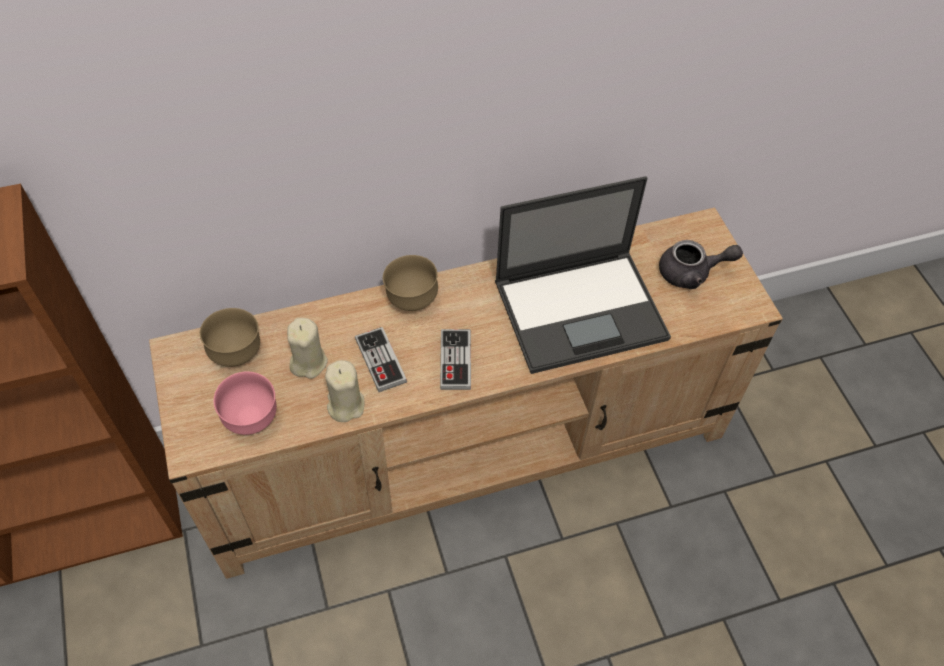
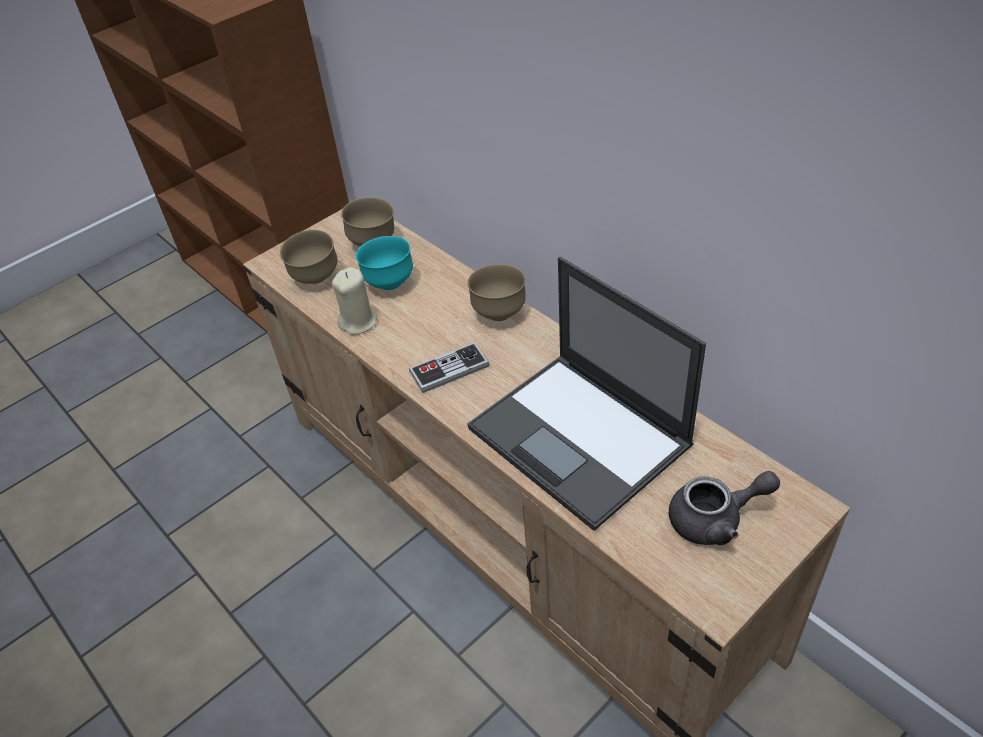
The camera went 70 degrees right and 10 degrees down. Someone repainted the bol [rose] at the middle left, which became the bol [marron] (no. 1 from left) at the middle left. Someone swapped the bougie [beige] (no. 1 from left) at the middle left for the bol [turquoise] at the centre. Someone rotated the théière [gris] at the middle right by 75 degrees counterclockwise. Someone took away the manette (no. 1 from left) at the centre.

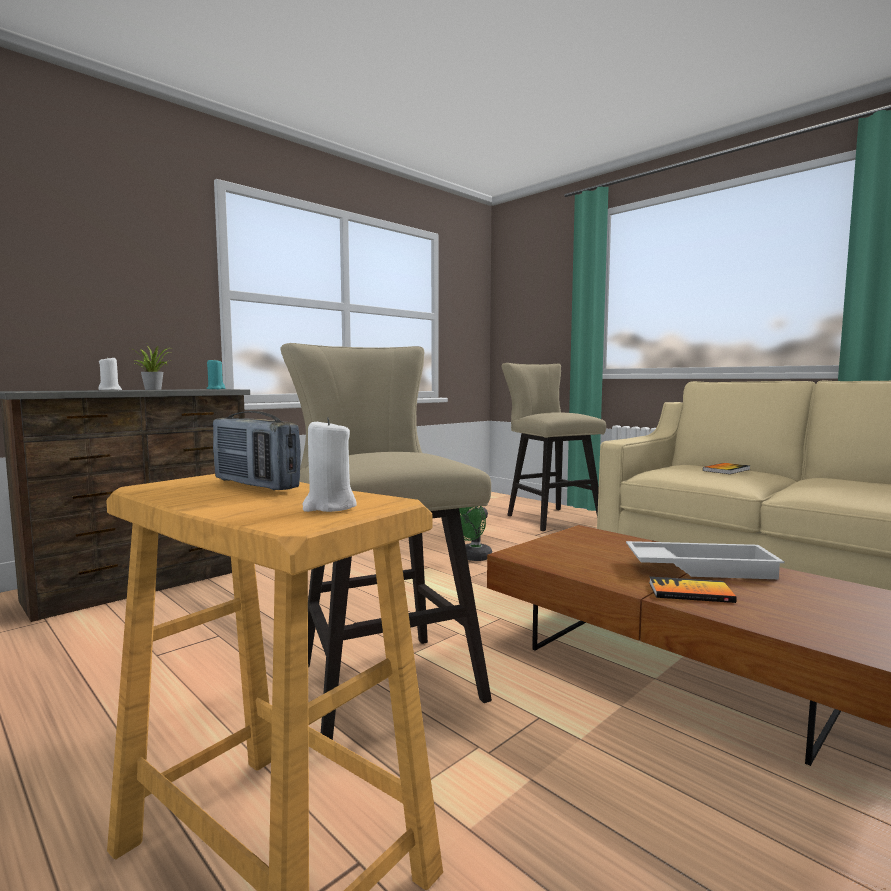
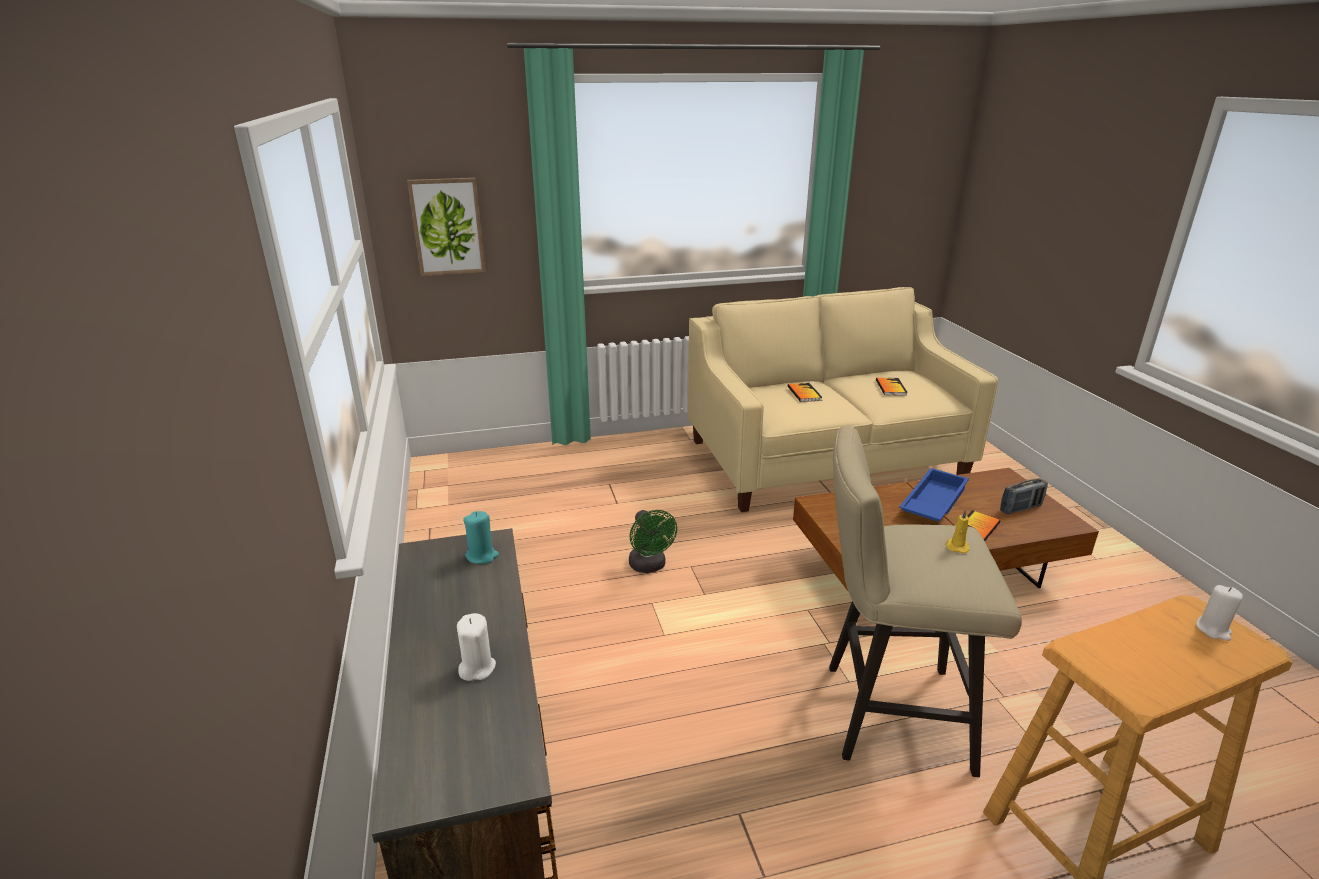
The camera went 60 degrees left and 20 degrees up. Someone put up the tableau at the top centre. Someone put down the livre (no. 2 from left) at the middle right. Someone repainted the plateau [blanc] at the middle right, which became the plateau [bleu] at the middle right. Someone put down the bougie [jaune] at the middle right. Someone carried the radio from the middle left to the middle right. Someone took away the plante en pot at the middle left. Someone took away the tabouret [beige] (no. 3 from left) at the centre.

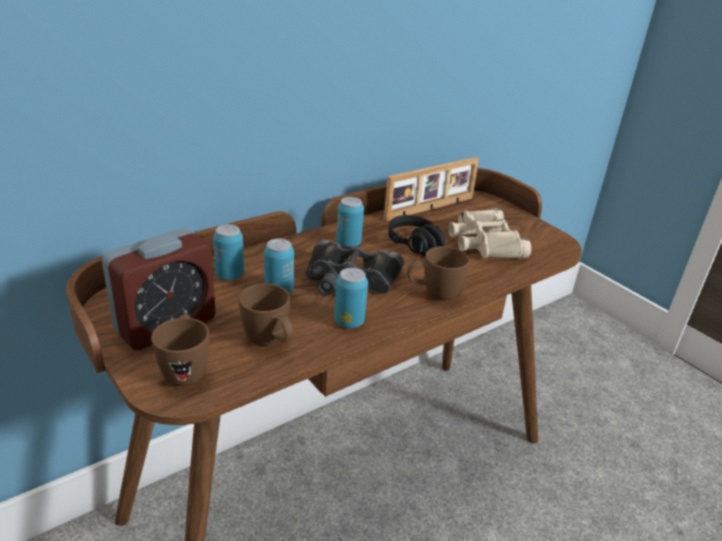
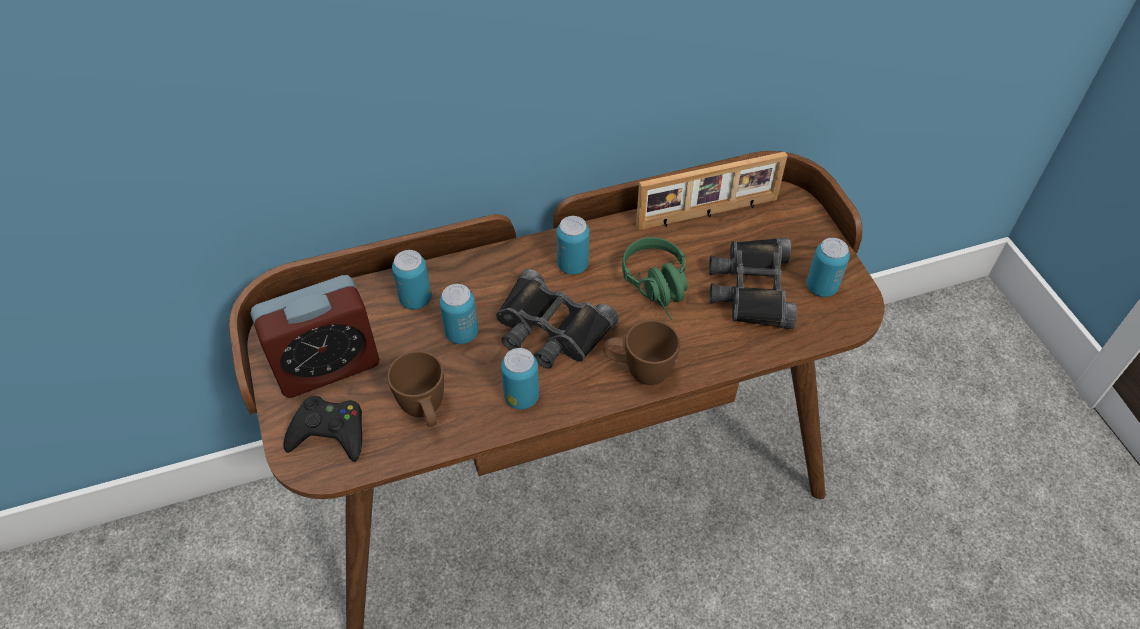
The camera went 20 degrees right and 20 degrees up. Someone swapped the mug [marron] (no. 1 from left) at the middle left for the manette [noir] at the bottom left. Someone repainted the casque audio [noir] at the centre, which became the casque audio [vert] at the centre. Someone repainted the jumelles [beige] at the middle right, which became the jumelles [noir] (no. 2 from left) at the centre. Someone put down the boîte métallique (no. 5 from left) at the middle right.

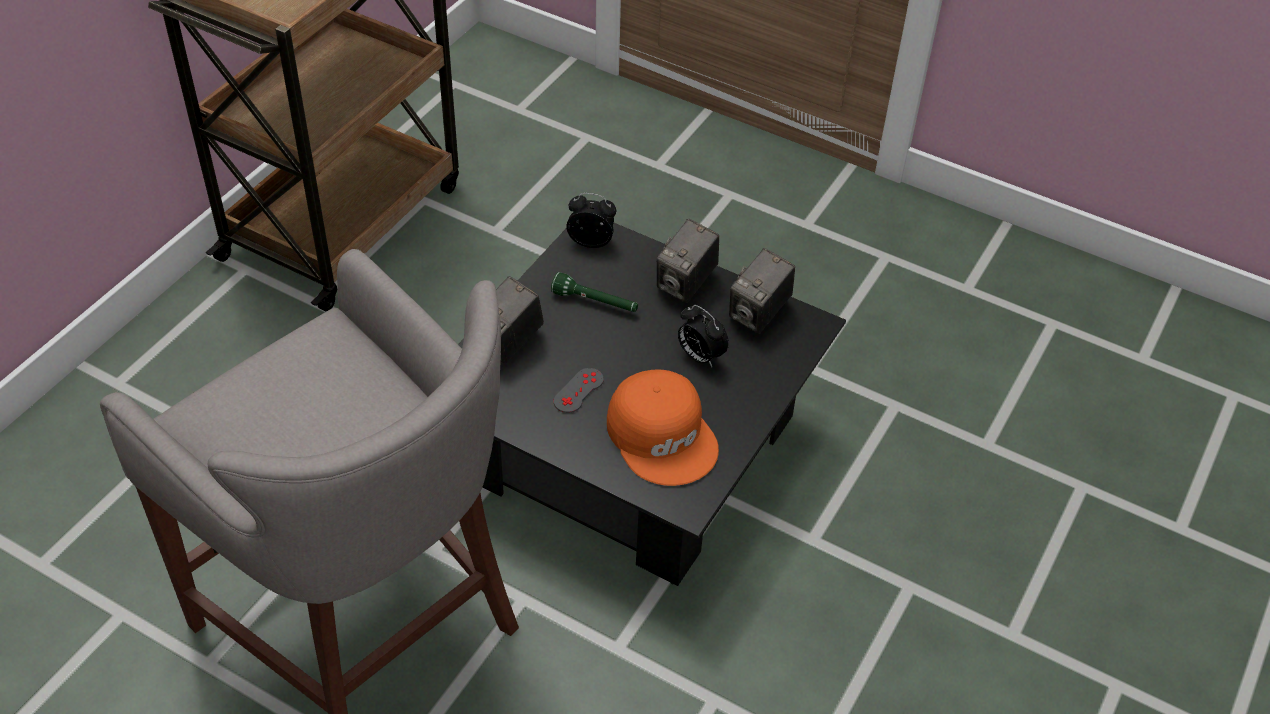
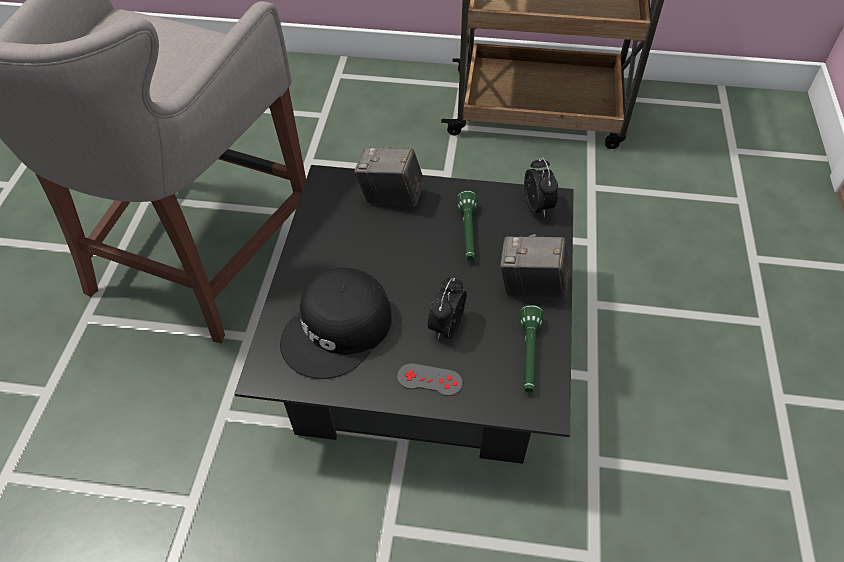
The camera went 70 degrees right and 5 degrees up. Someone repainted the casquette [orange] at the centre, which became the casquette [noir] at the centre. Someone carried the manette [gris] from the centre to the bottom centre. Someone swapped the appareil photo (no. 3 from left) at the centre for the lampe de poche [vert] (no. 2 from left) at the centre.

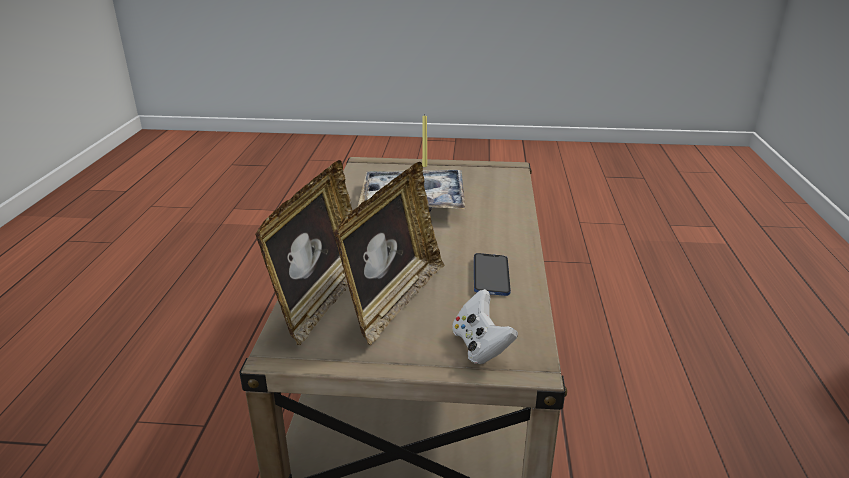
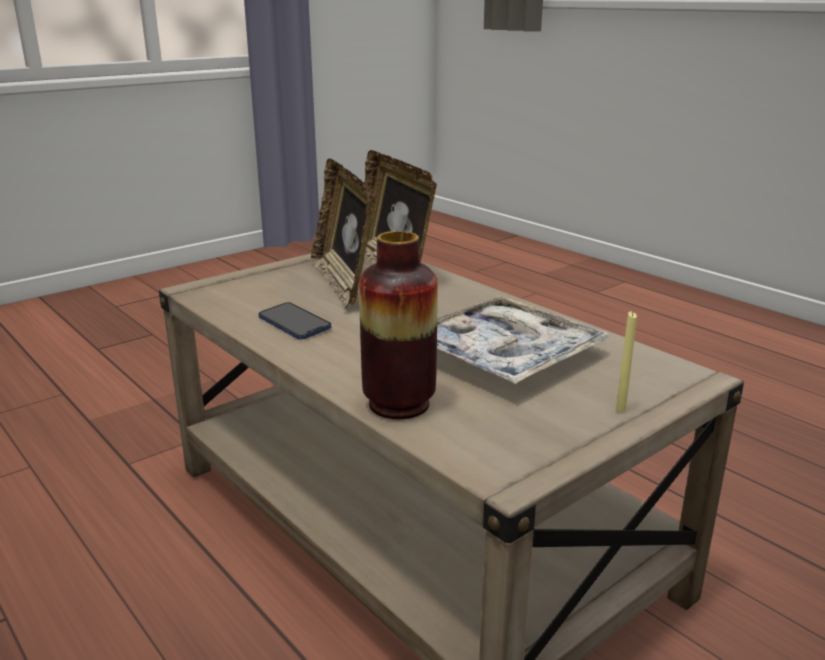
The camera went 135 degrees right and 5 degrees down. Someone put down the vase at the centre. Someone took away the manette [blanc] at the bottom centre.

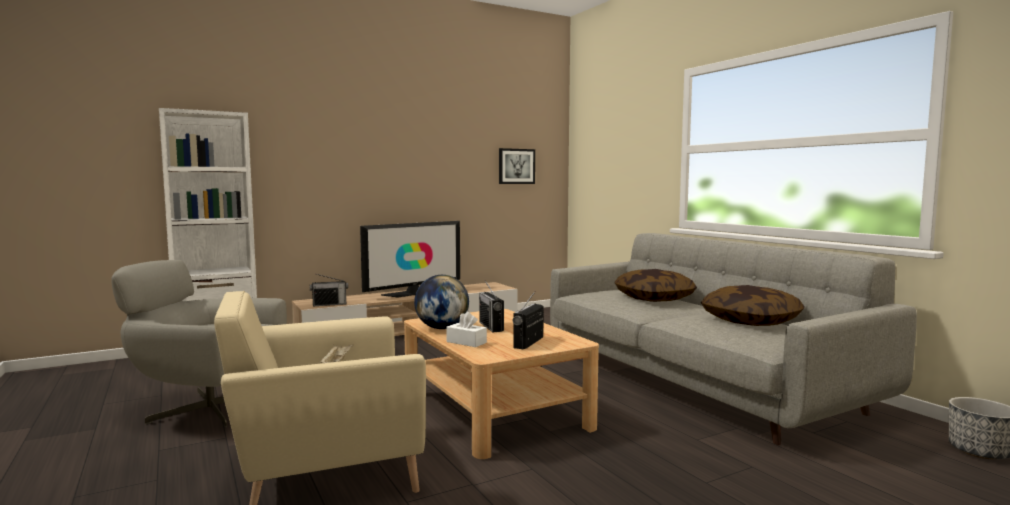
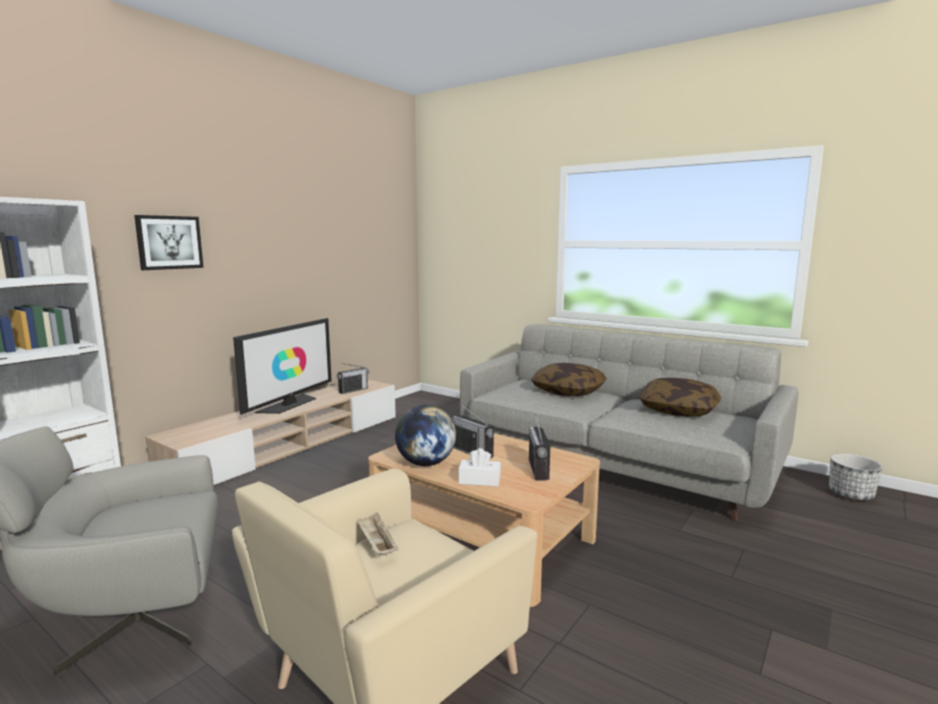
The camera went 25 degrees left and 5 degrees up. Someone carried the tableau from the top centre to the middle left. Someone carried the radio (no. 1 from left) from the middle left to the centre.

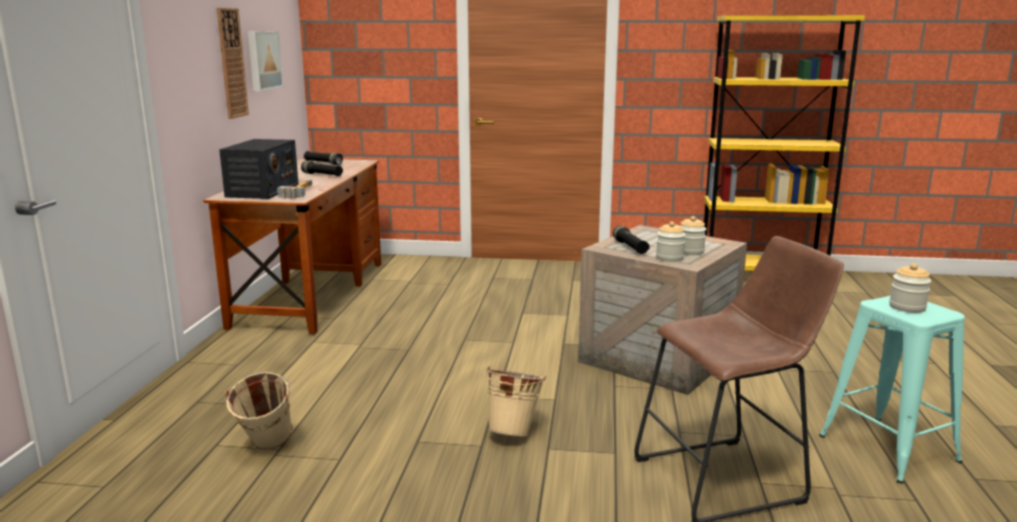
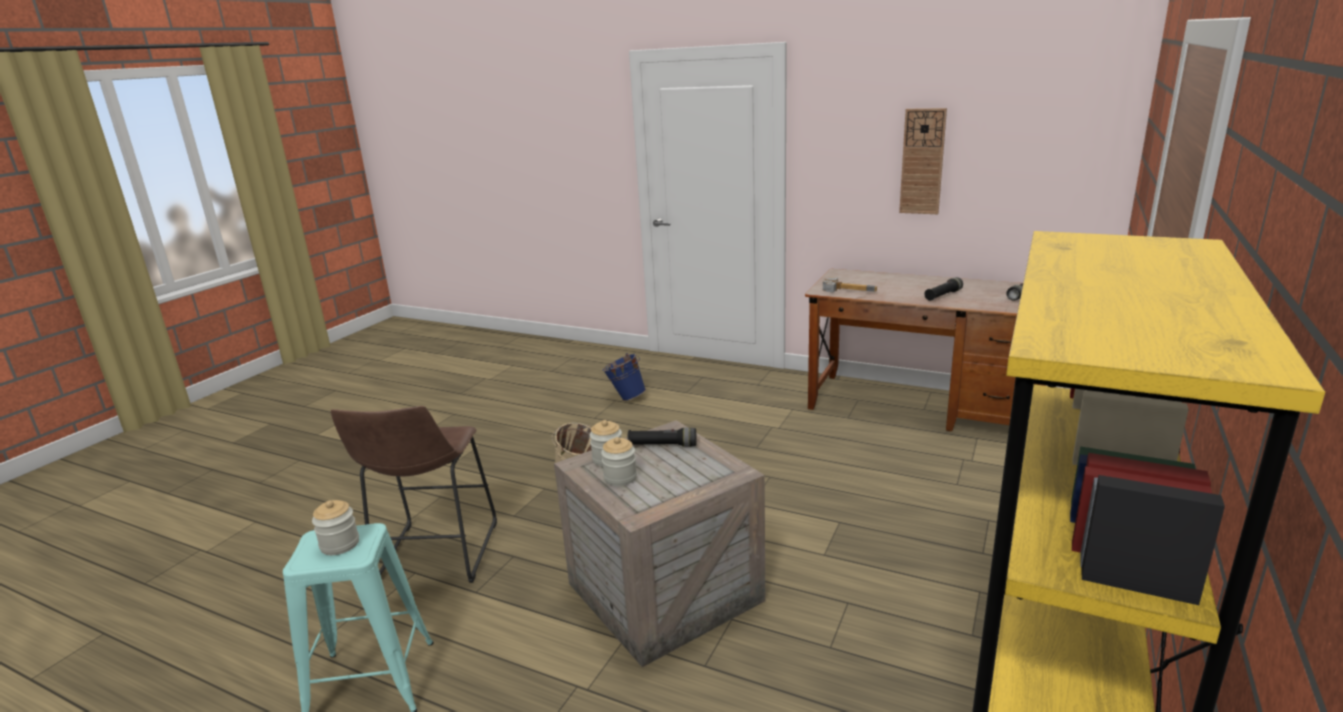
The camera went 110 degrees right and 5 degrees up. Someone repainted the seau [beige] (no. 1 from left) at the bottom left, which became the seau [bleu] at the centre. Someone took away the radio at the top left. Someone took away the tableau at the top left.

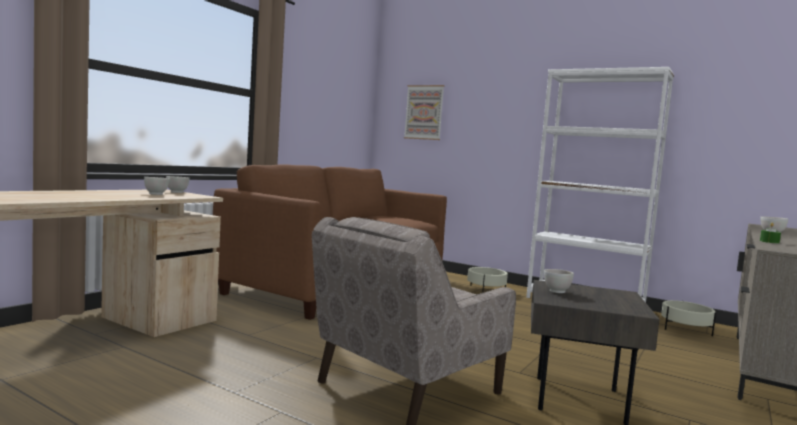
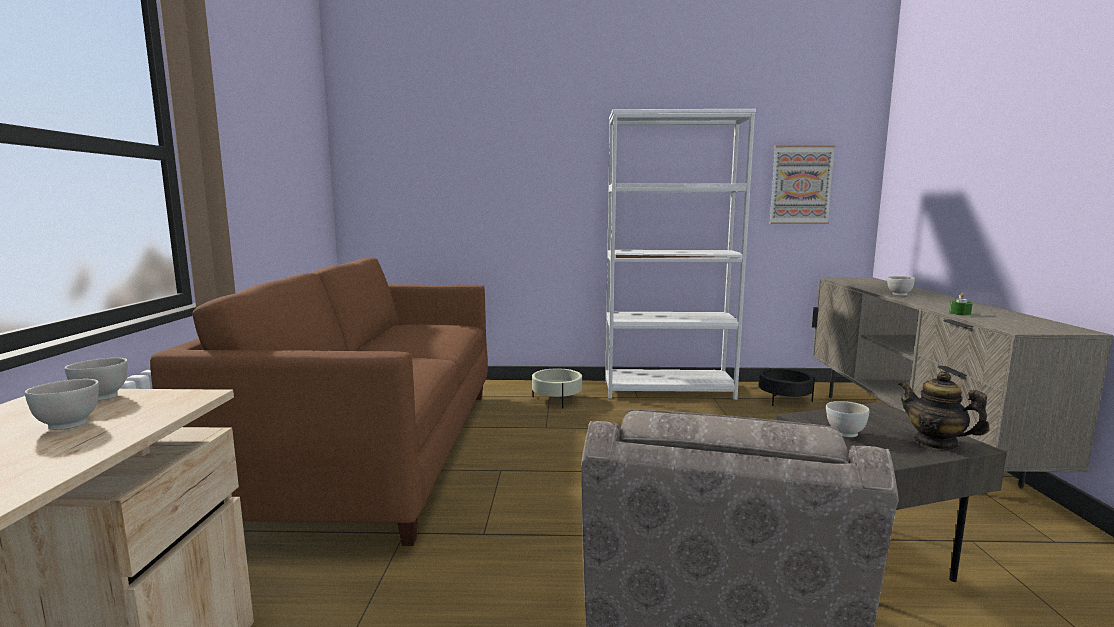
The camera went 30 degrees left and 5 degrees up. Someone repainted the cache-pot [beige] (no. 2 from left) at the bottom right, which became the cache-pot [noir] at the middle right. Someone carried the tableau from the top centre to the top right. Someone put down the théière at the middle right.

